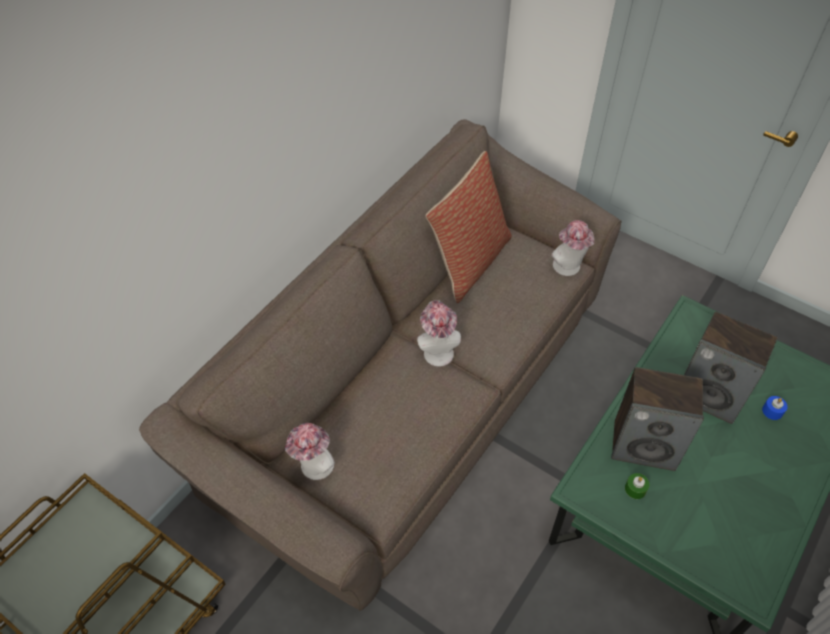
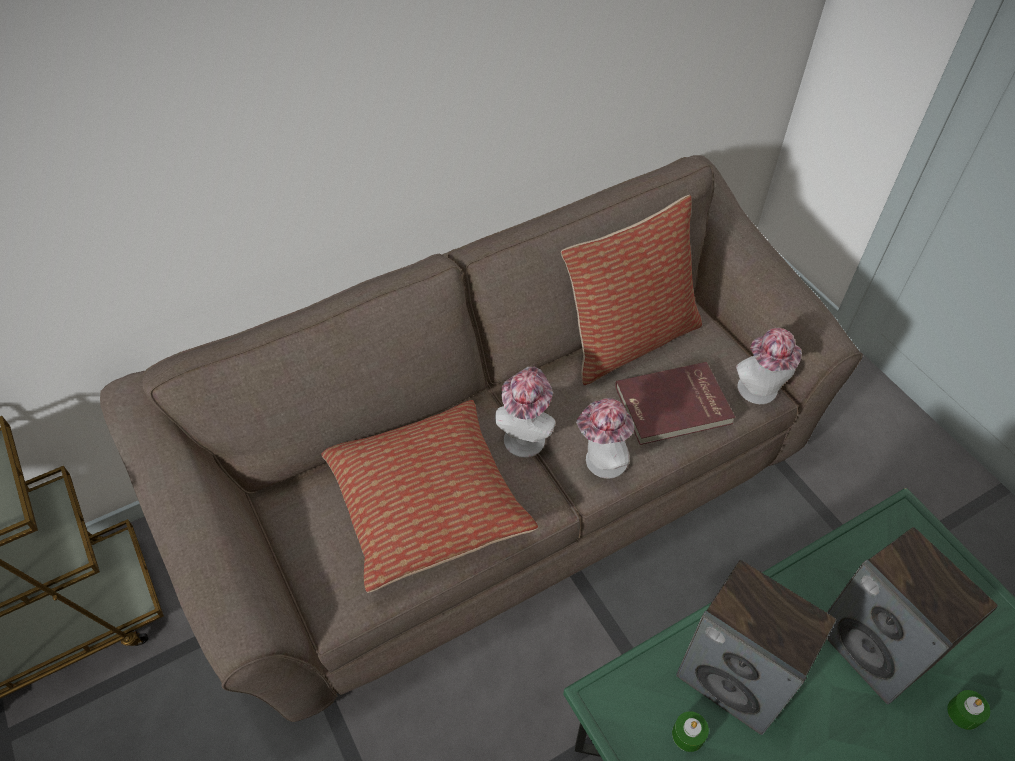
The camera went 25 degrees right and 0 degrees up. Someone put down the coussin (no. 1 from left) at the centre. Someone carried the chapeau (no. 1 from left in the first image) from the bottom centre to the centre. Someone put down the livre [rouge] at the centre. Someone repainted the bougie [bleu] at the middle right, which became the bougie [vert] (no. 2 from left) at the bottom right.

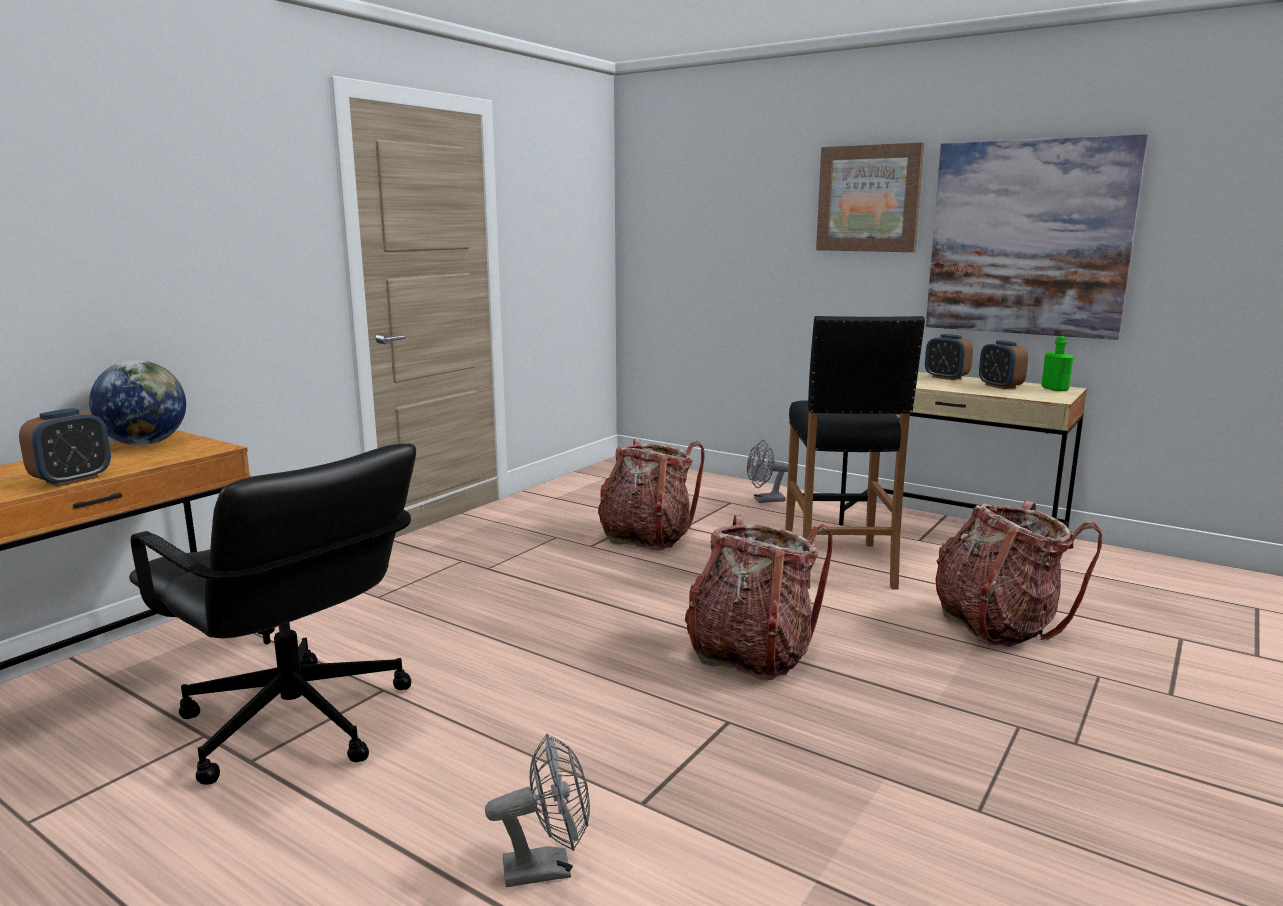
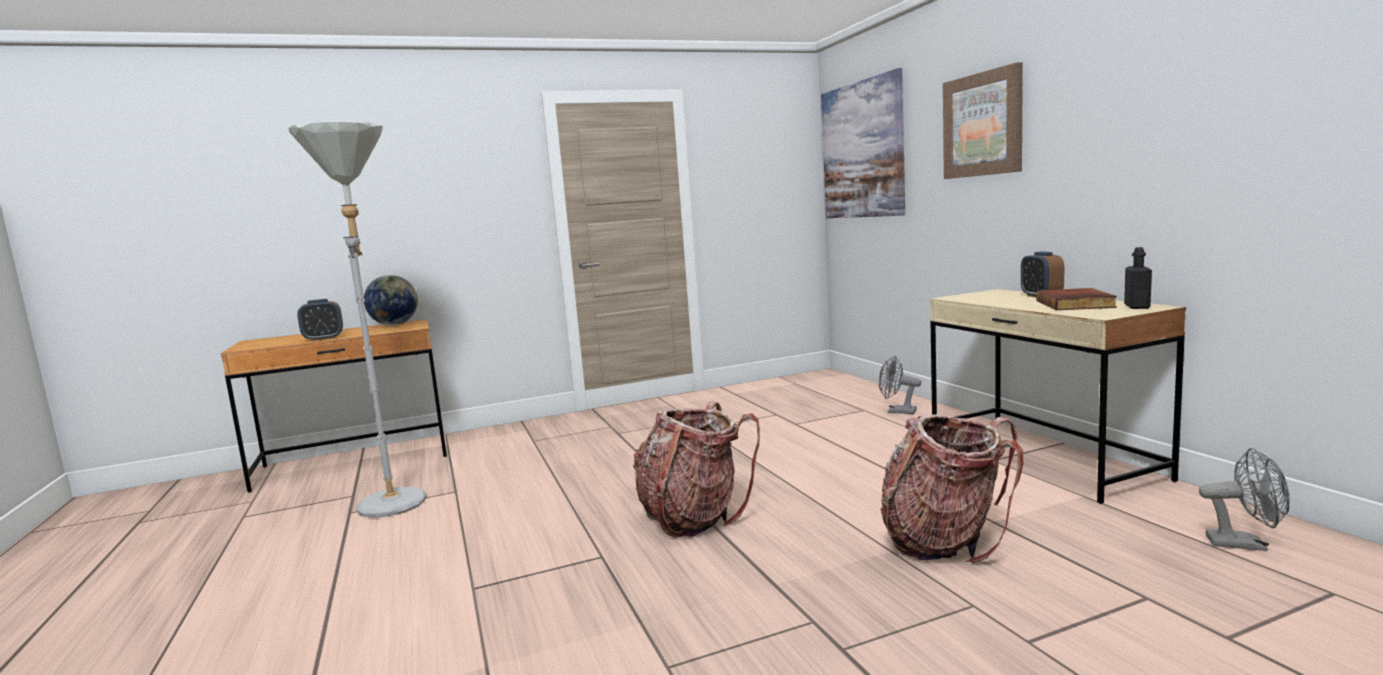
The camera went 35 degrees right and 5 degrees down. Someone swapped the chaise de bureau [noir] at the bottom left for the lampadaire [gris] at the middle left. Someone carried the tableau (no. 2 from left in the first image) from the top right to the top centre. Someone swapped the réveil (no. 3 from left) at the middle right for the livre at the middle right. Someone repainted the bouteille [vert] at the middle right, which became the bouteille [noir] at the middle right. Someone carried the ventilateur [gris] (no. 1 from left in the first image) from the bottom centre to the bottom right. Someone took away the sac à dos (no. 1 from left) at the centre. Someone took away the tabouret [noir] at the centre.

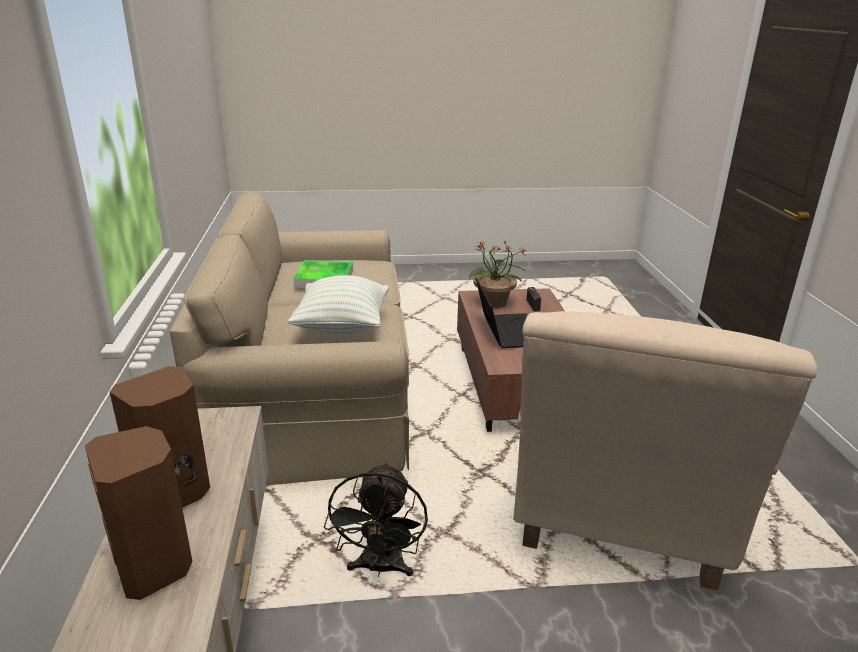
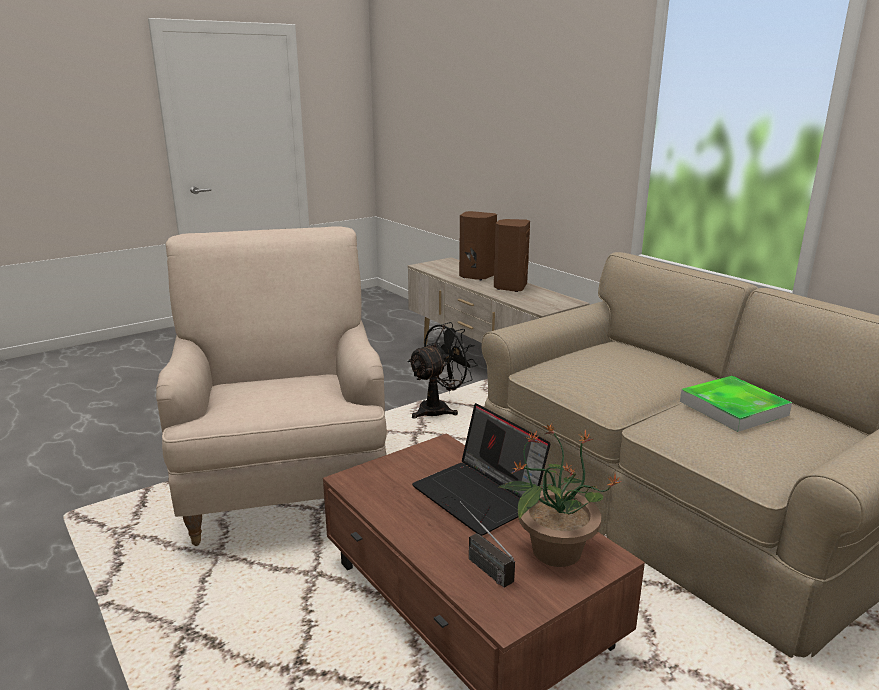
The camera went 150 degrees right and 5 degrees down. Someone rotated the ventilateur [noir] at the bottom centre by 75 degrees clockwise. Someone took away the coussin at the centre.

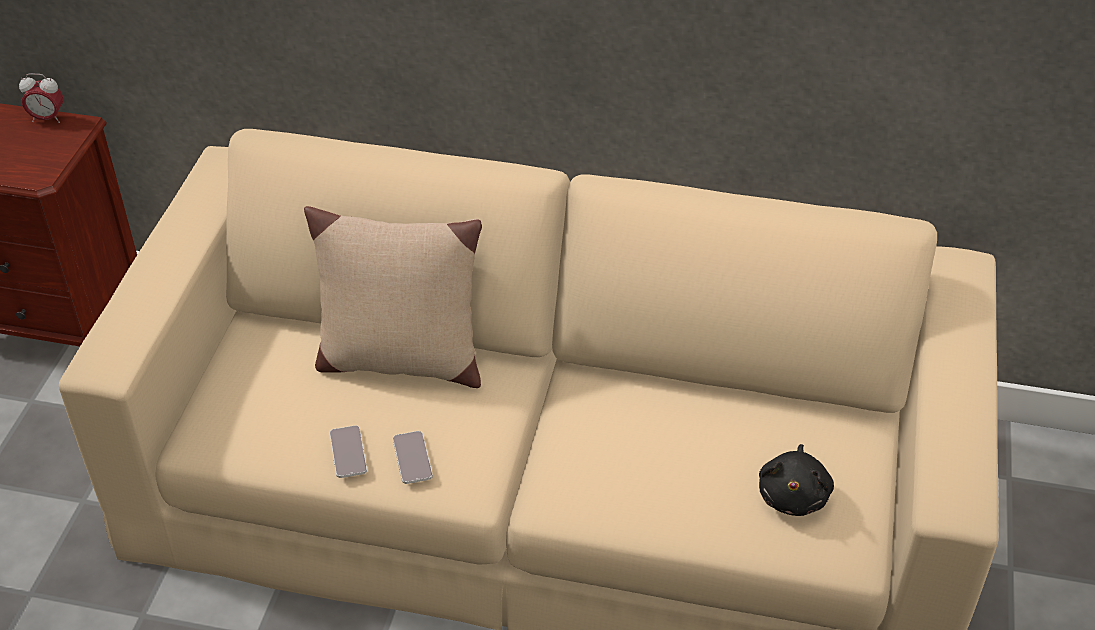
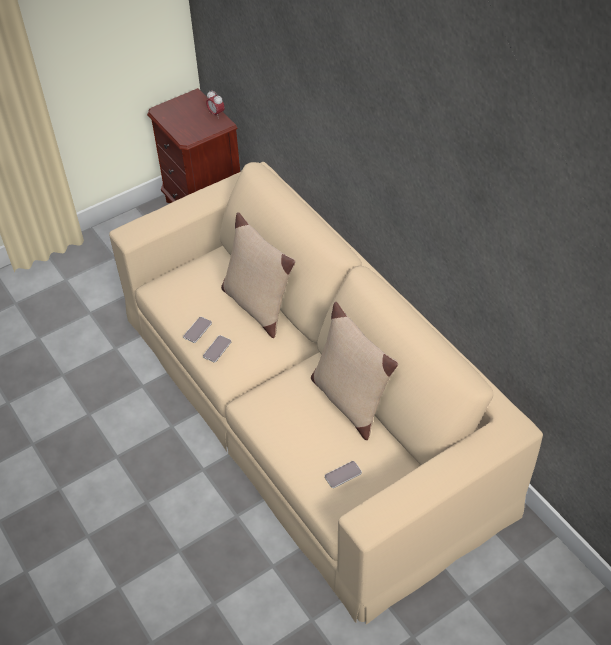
The camera went 45 degrees right and 5 degrees up. Someone put down the coussin [beige] (no. 2 from left) at the centre. Someone swapped the peluche [noir] at the bottom right for the téléphone (no. 3 from left) at the bottom centre.

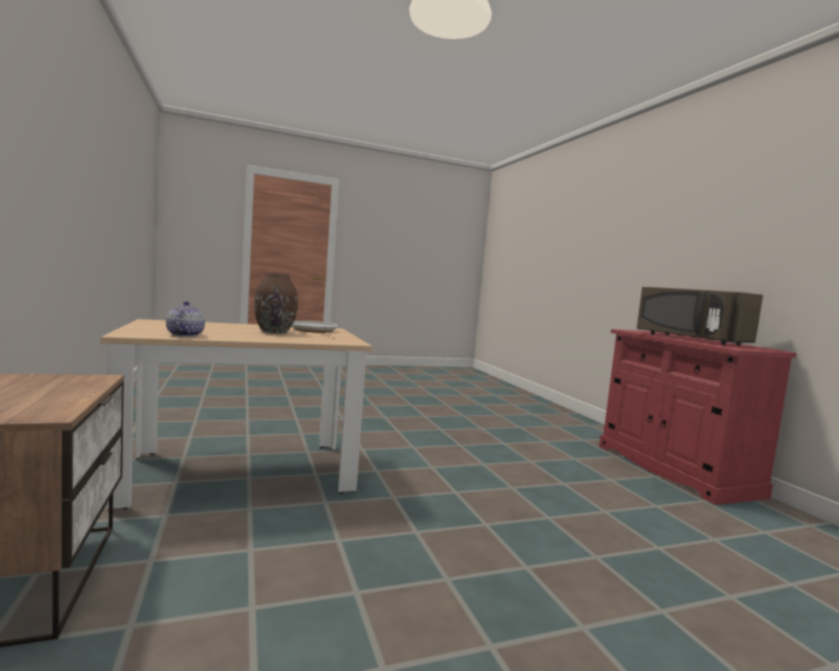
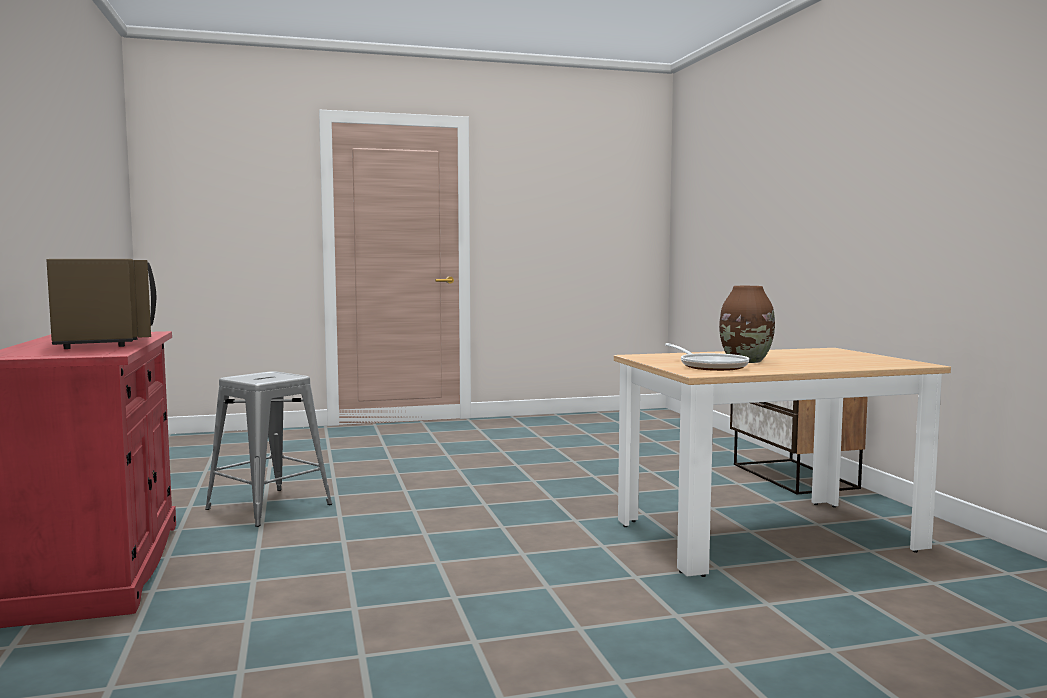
The camera went 175 degrees left and 0 degrees up. Someone put down the tabouret [gris] at the middle left. Someone took away the théière at the middle left.

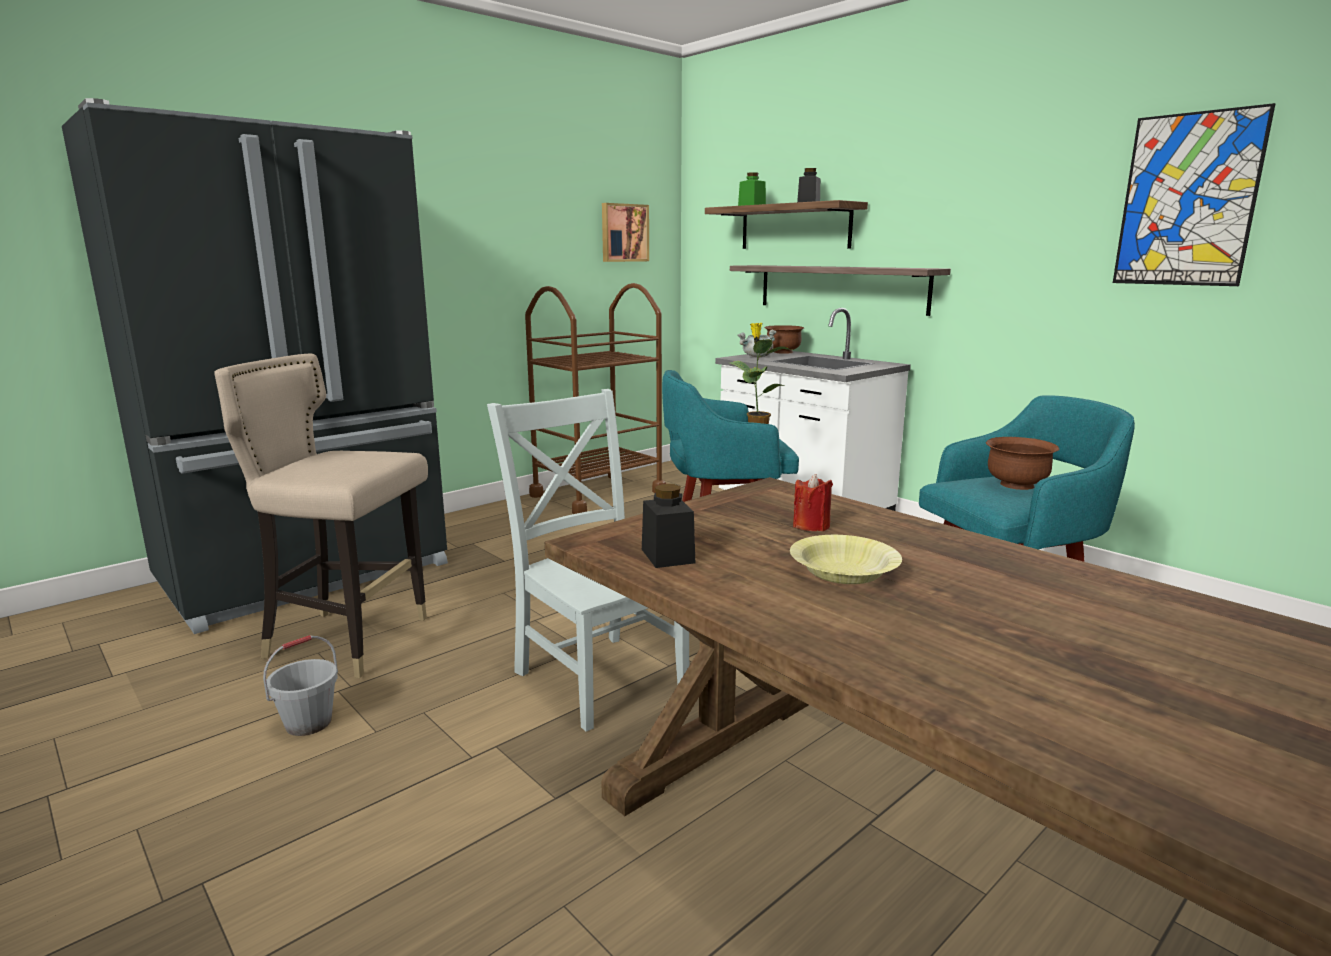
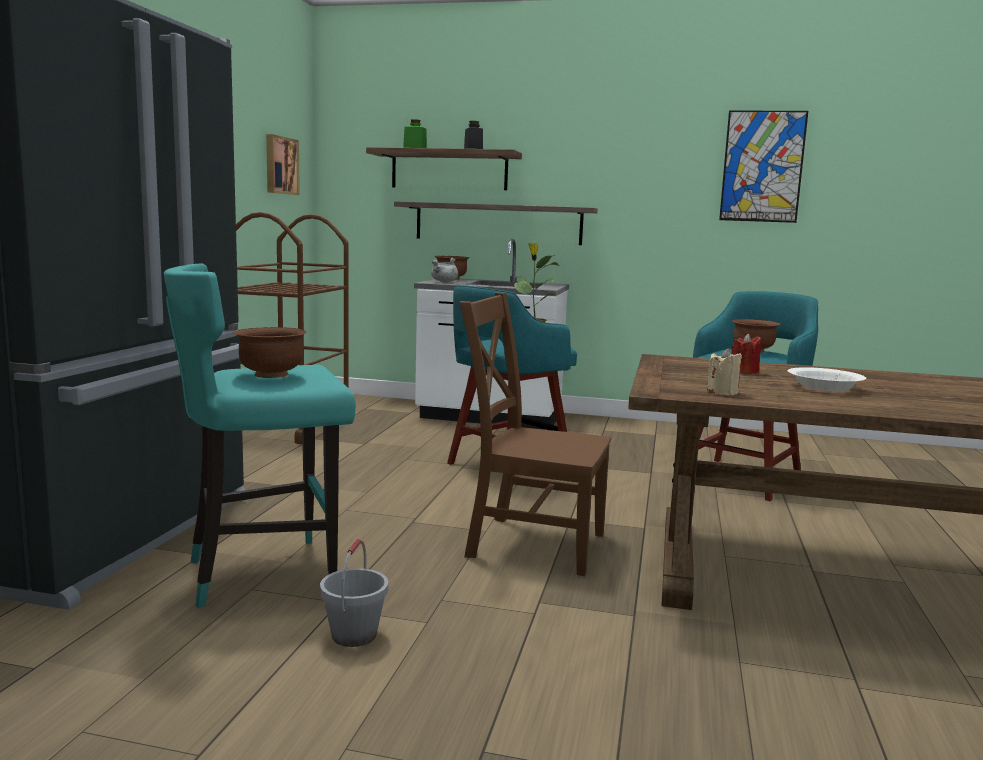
The camera went 35 degrees left and 5 degrees down. Someone repainted the tabouret [beige] at the middle left, which became the tabouret [turquoise] (no. 1 from left) at the middle left. Someone put down the bol [marron] (no. 1 from left) at the middle left. Someone repainted the chaise [gris] at the centre, which became the chaise [marron] at the centre. Someone swapped the bocal [noir] (no. 1 from left) at the centre for the bougie [beige] at the middle right. Someone repainted the bol [jaune] at the centre, which became the bol [blanc] at the middle right.

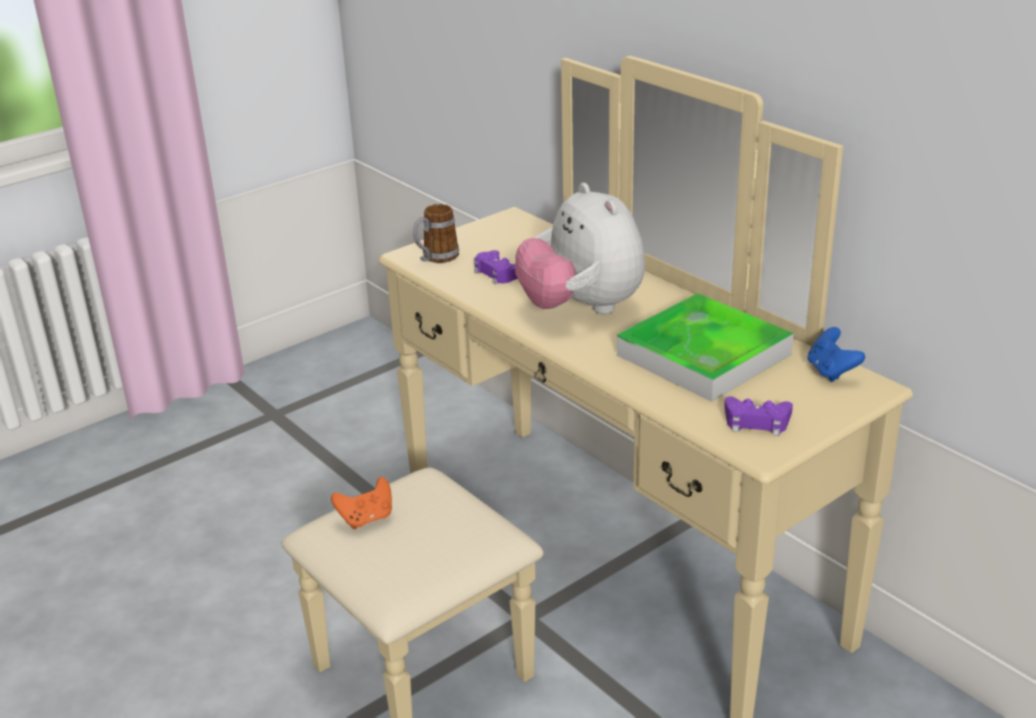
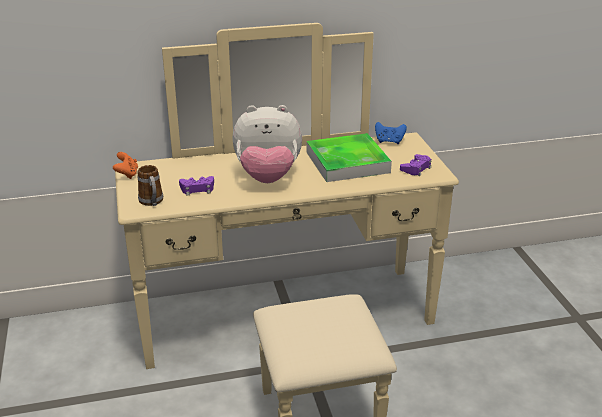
The camera went 65 degrees left and 0 degrees up. Someone carried the manette [orange] from the bottom centre to the middle left.

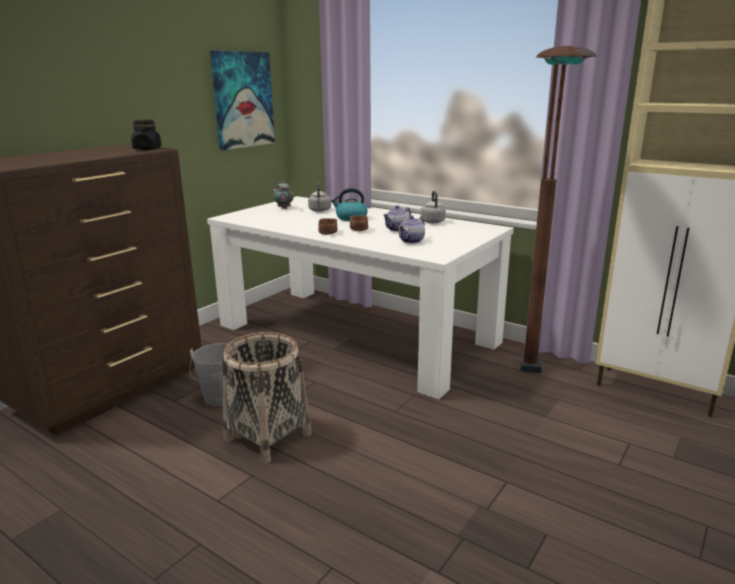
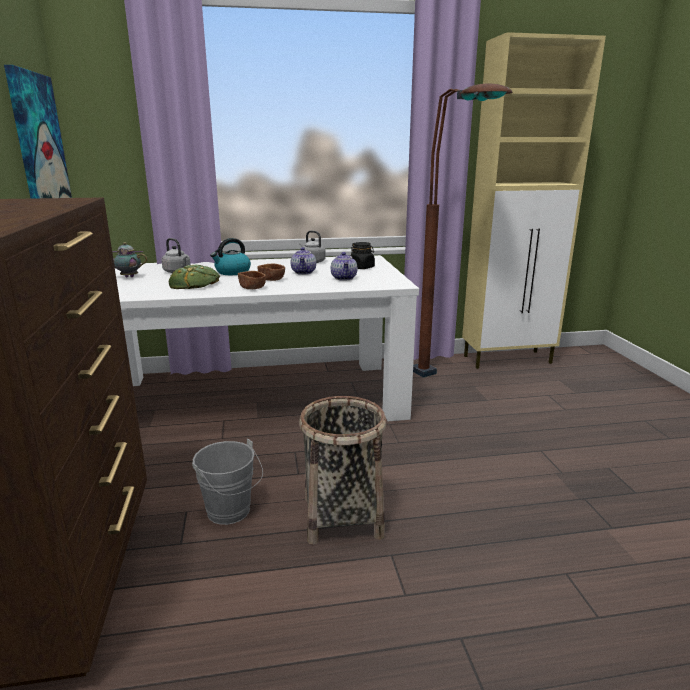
The camera went 45 degrees left and 0 degrees up. Someone put down the pain at the middle left. Someone carried the bocal [noir] from the top left to the centre.

